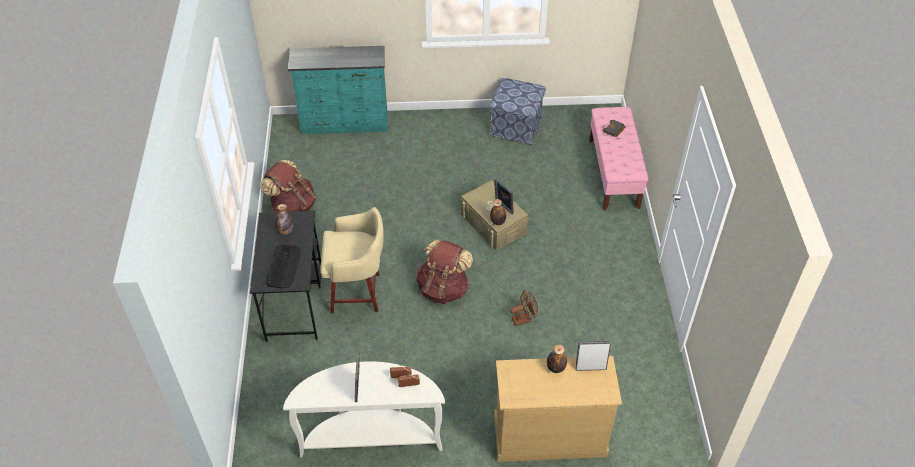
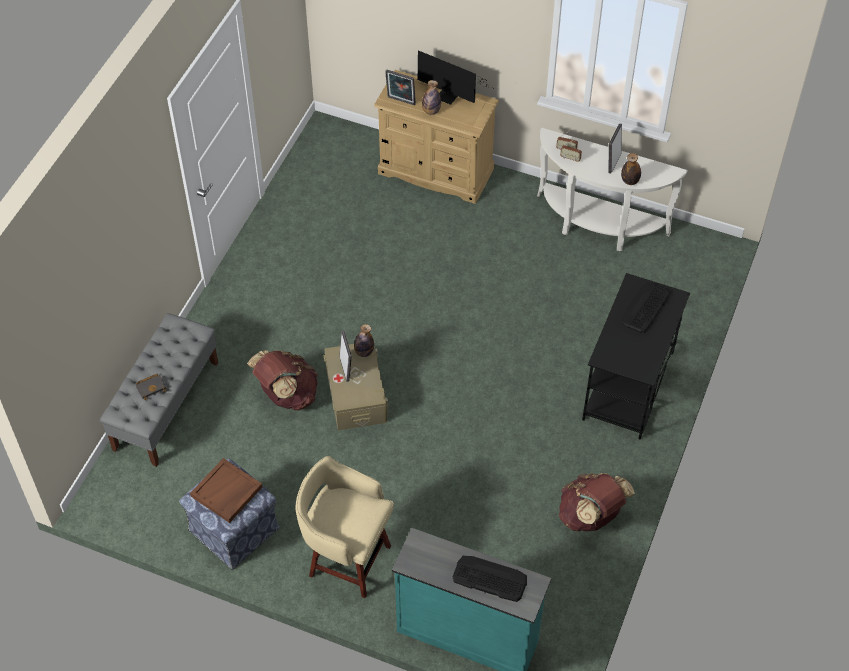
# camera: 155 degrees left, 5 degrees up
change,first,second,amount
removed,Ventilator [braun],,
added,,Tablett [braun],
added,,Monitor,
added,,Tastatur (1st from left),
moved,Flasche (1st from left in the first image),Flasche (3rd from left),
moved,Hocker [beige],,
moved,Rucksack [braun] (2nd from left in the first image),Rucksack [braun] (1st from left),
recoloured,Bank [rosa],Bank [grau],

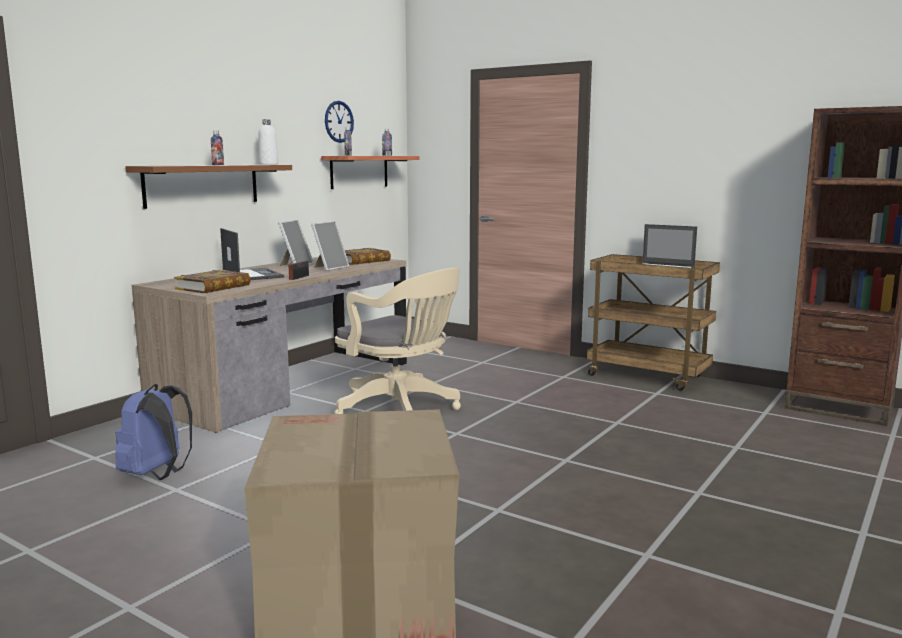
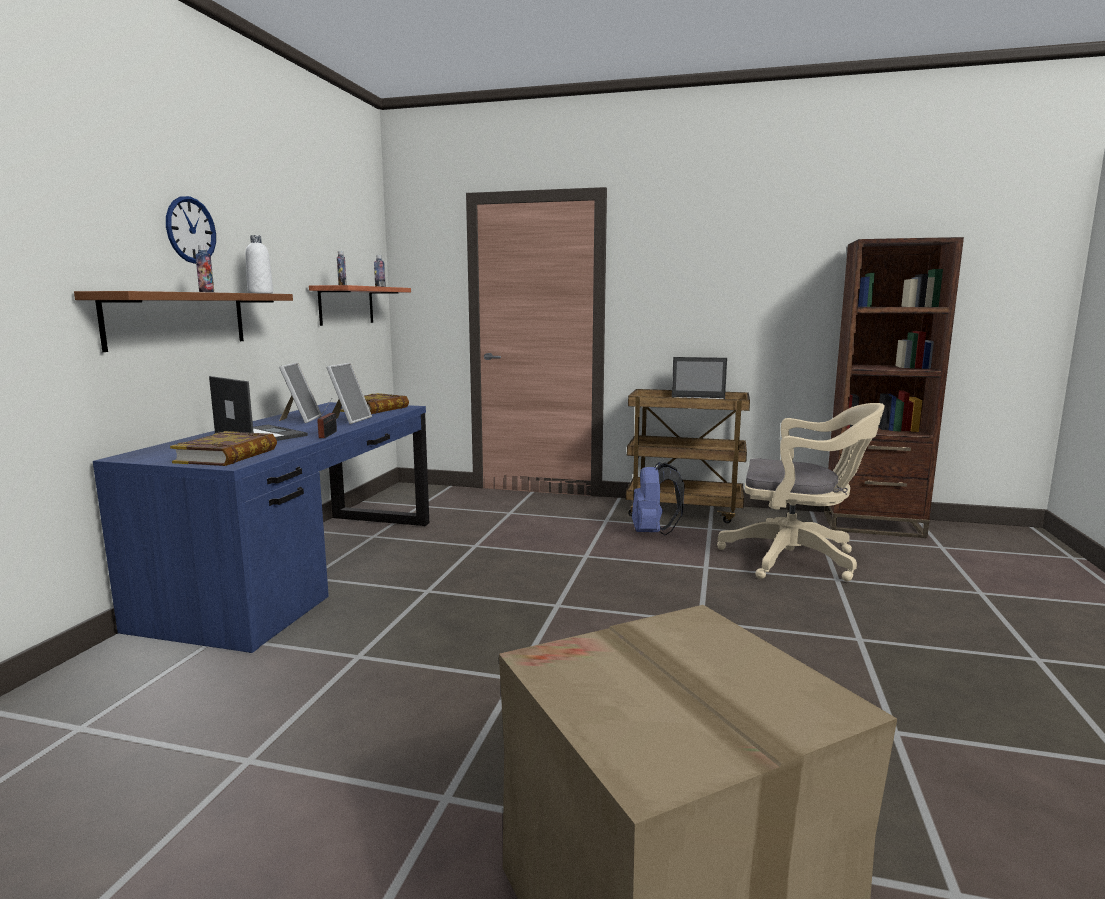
# camera: 20 degrees left, 0 degrees up
change,first,second,amount
moved,Rucksack [blau],,
moved,Wanduhr,,
moved,Bürostuhl [beige],,
recoloured,Schreibtisch [braun],Schreibtisch [blau],

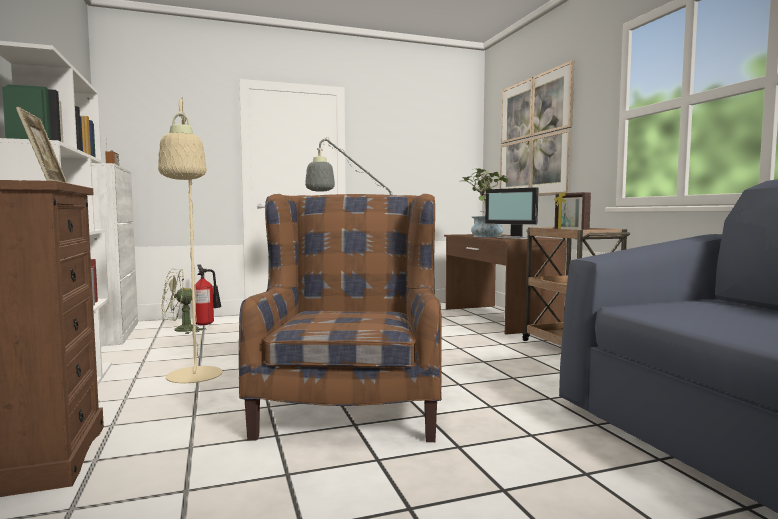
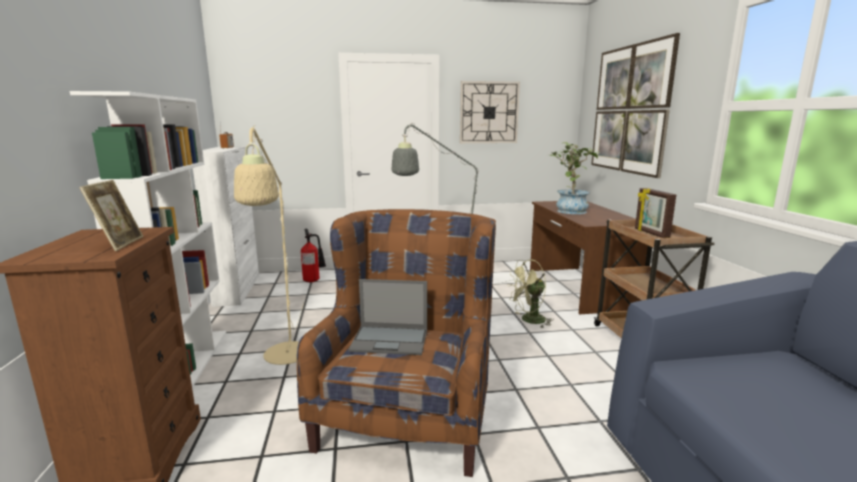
# camera: 10 degrees right, 10 degrees up
change,first,second,amount
removed,Monitor,,
added,,Laptop,
added,,Wanduhr,
moved,Ventilator [grün],,

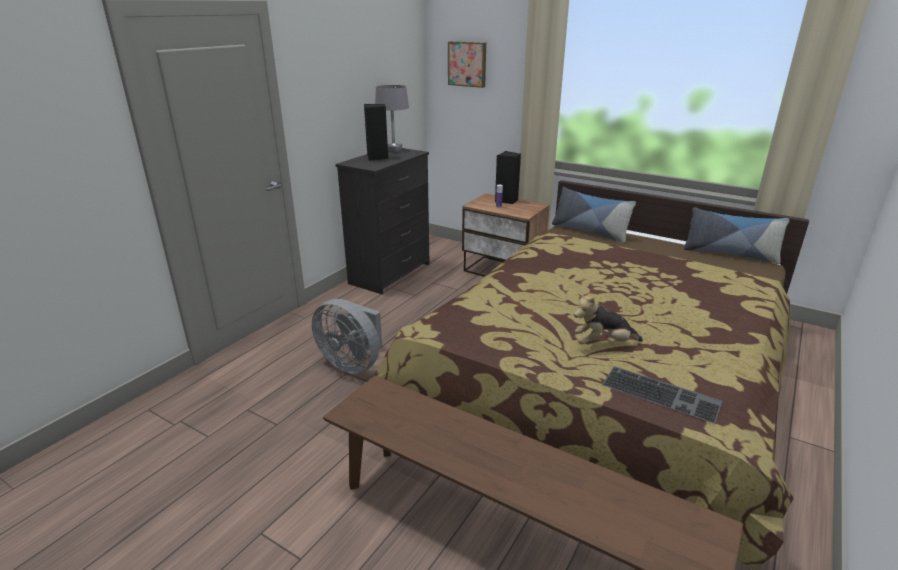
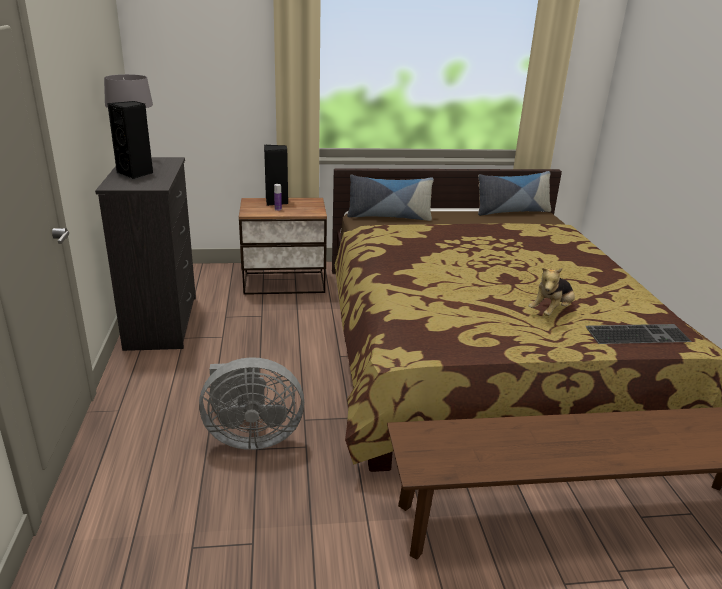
# camera: 40 degrees left, 0 degrees up
change,first,second,amount
removed,Bild,,

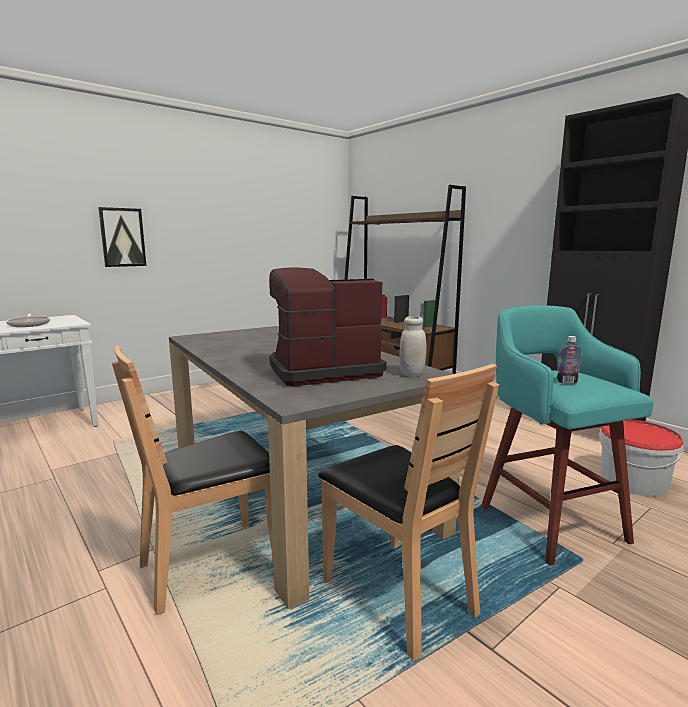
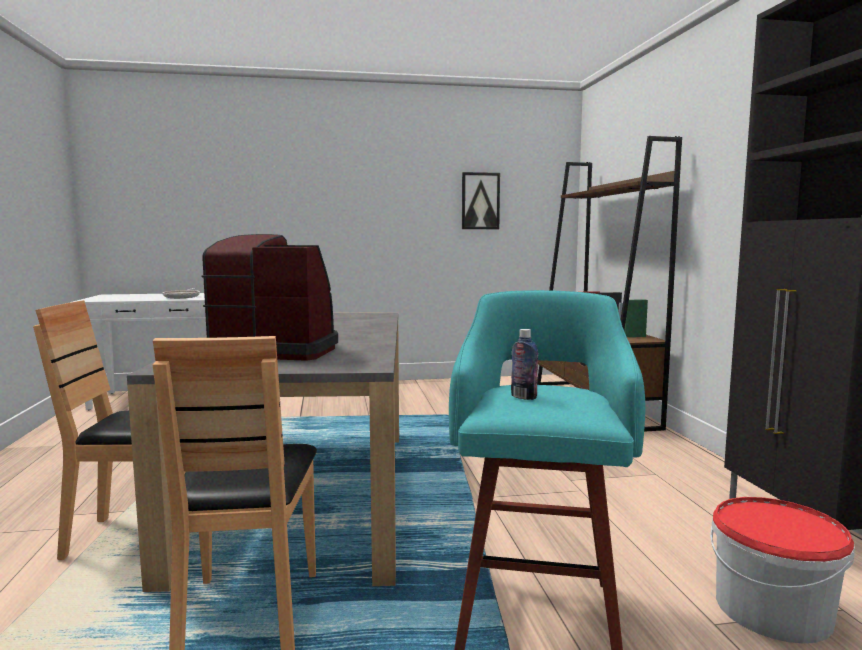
# camera: 30 degrees right, 5 degrees down
change,first,second,amount
removed,Vorratsglas [weiß],,
moved,Bild,,

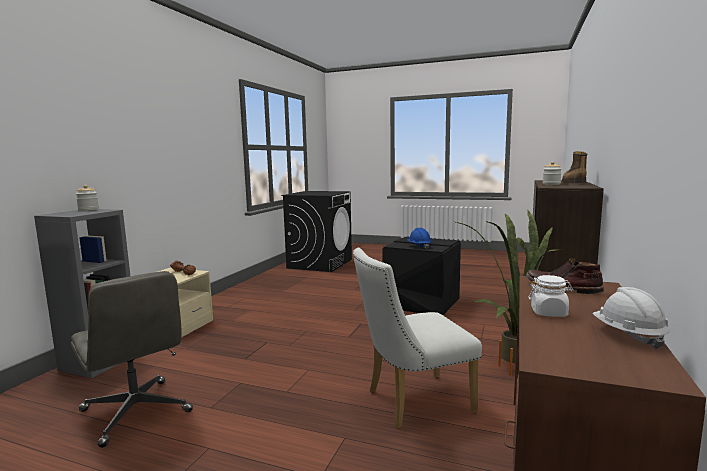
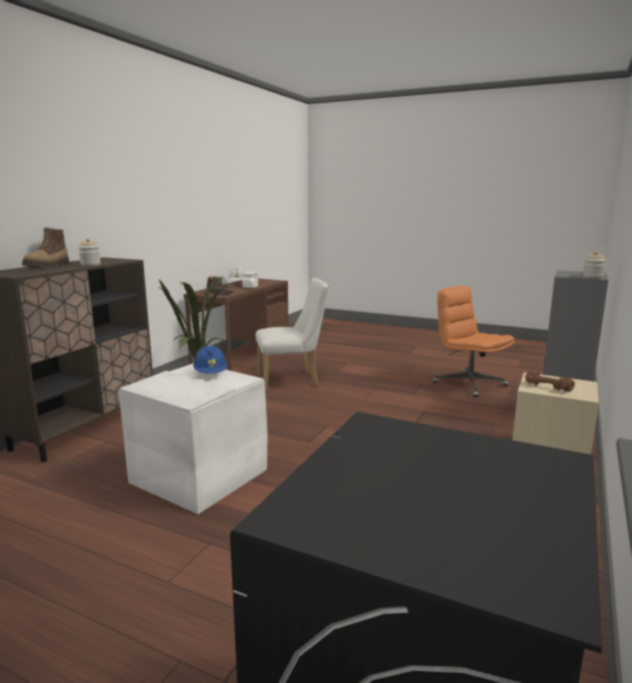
# camera: 175 degrees left, 5 degrees up
change,first,second,amount
recoloured,Bürostuhl [grau],Bürostuhl [orange],
recoloured,Aufbewahrungsbox [schwarz],Aufbewahrungsbox [weiß],

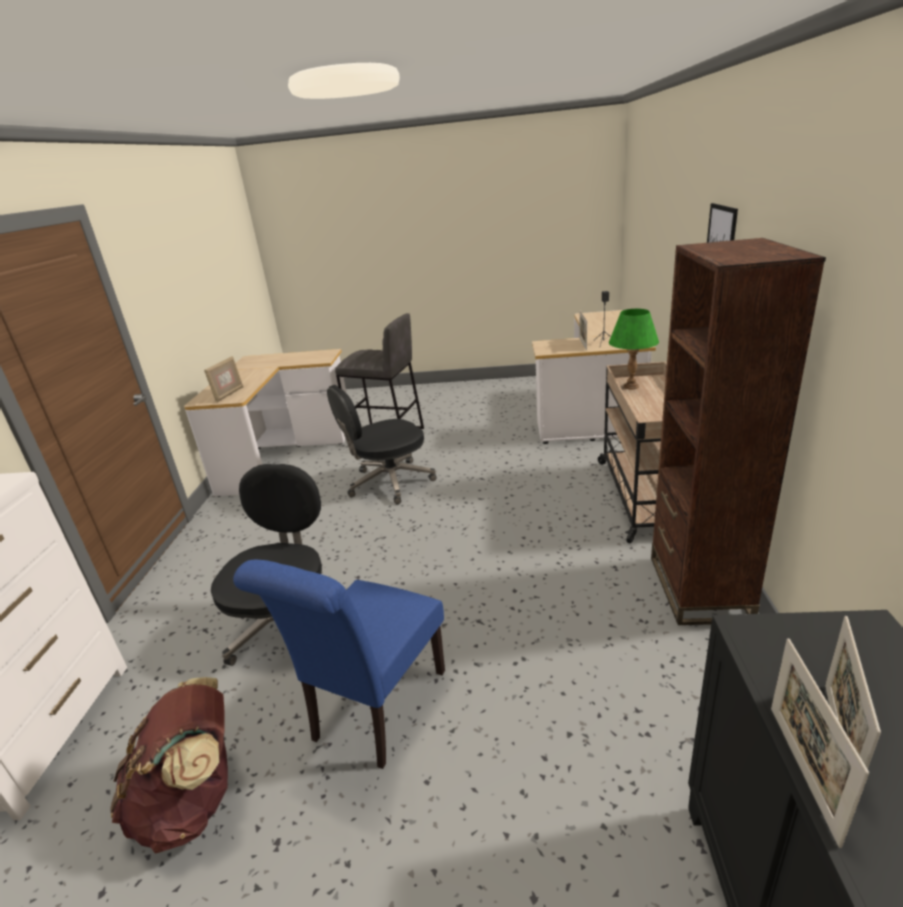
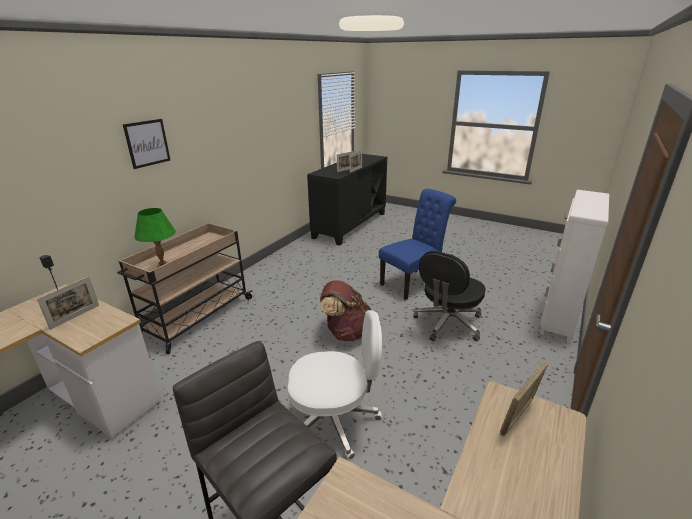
# camera: 155 degrees left, 0 degrees up
change,first,second,amount
removed,Bücherregal [braun],,
moved,Rucksack [braun],,
recoloured,Bürostuhl [schwarz] (2nd from left),Bürostuhl [weiß],

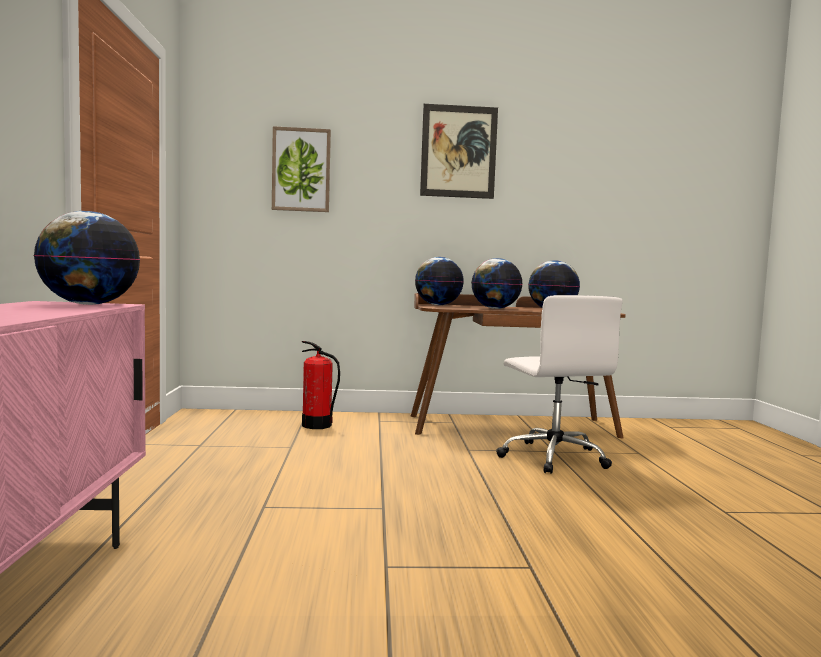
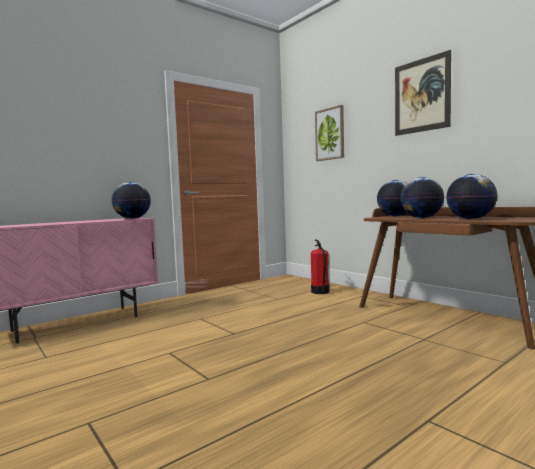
# camera: 55 degrees right, 0 degrees up
change,first,second,amount
removed,Bürostuhl [weiß],,

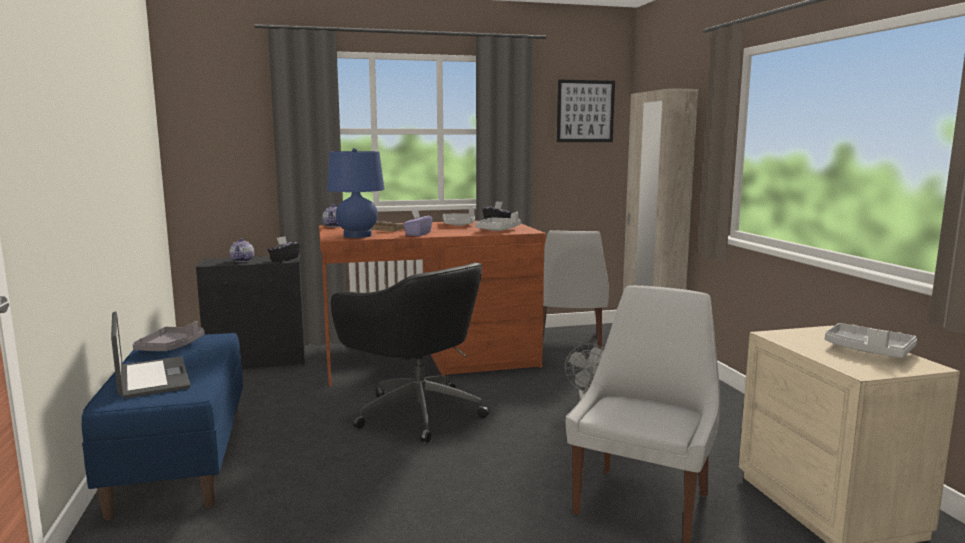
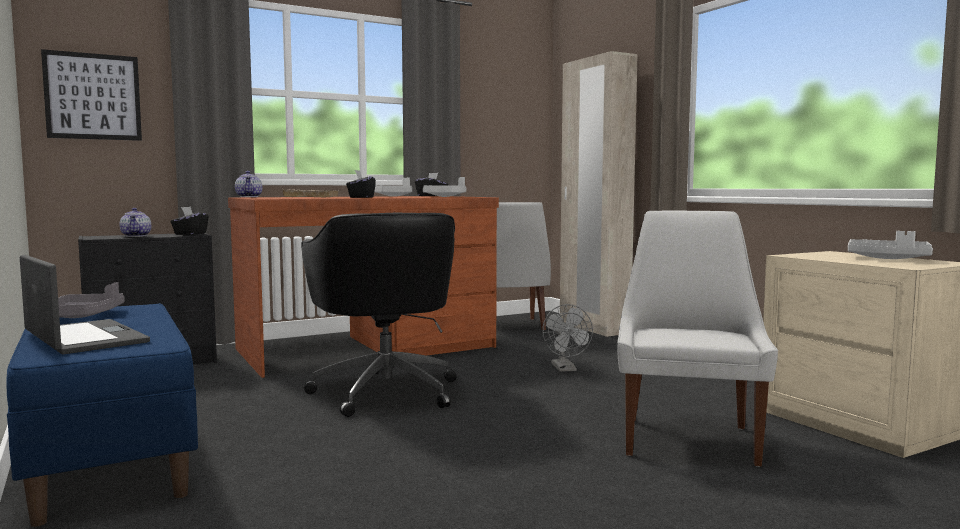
# camera: 15 degrees left, 5 degrees down
change,first,second,amount
removed,Tischlampe [blau],,
moved,Bild,,
recoloured,Taschentuchbox [lila],Taschentuchbox [schwarz] (2nd from left),
turned,Bürostuhl [schwarz],,45 degrees clockwise

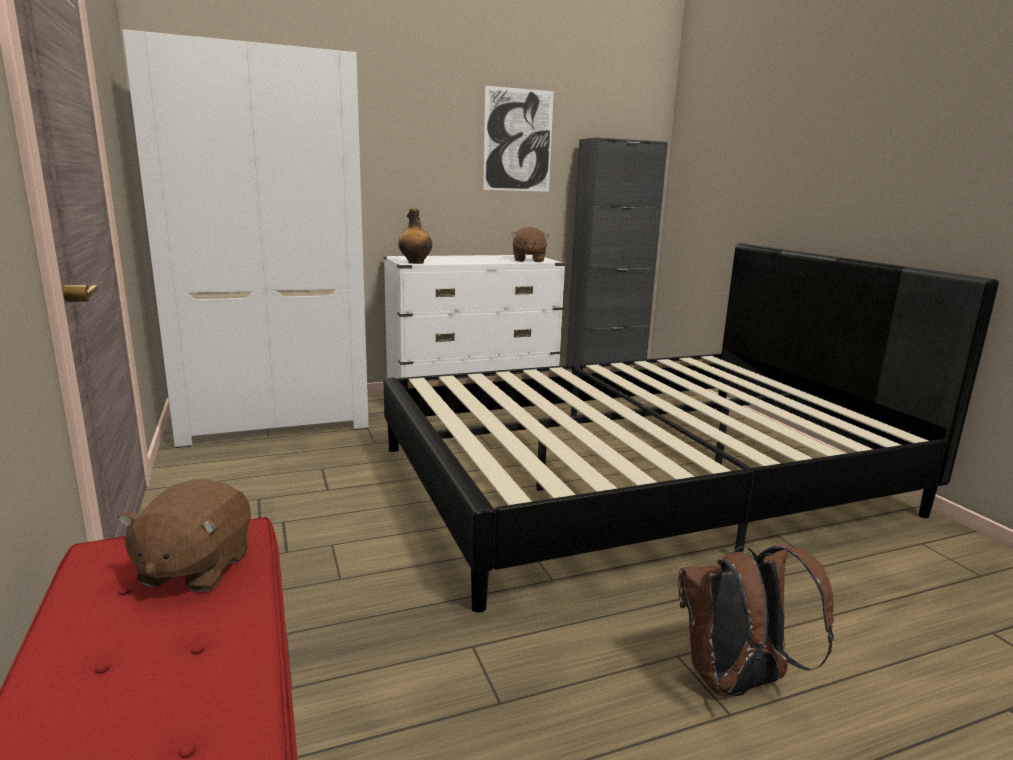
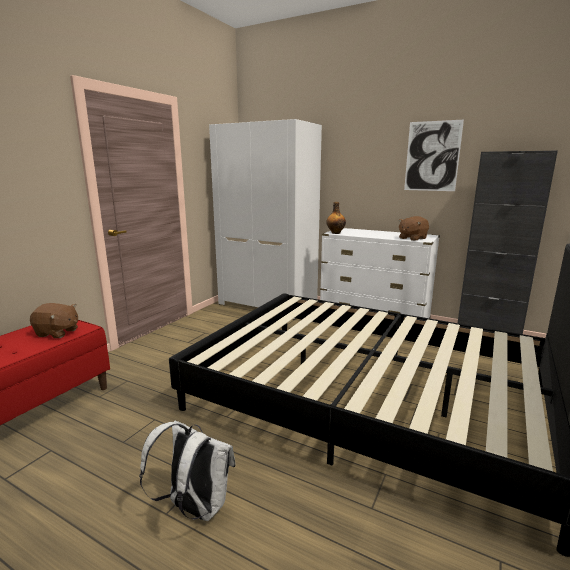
# camera: 50 degrees right, 0 degrees up
change,first,second,amount
recoloured,Rucksack [braun],Rucksack [weiß],
turned,Plüschtier [braun] (1st from left),,135 degrees counterclockwise

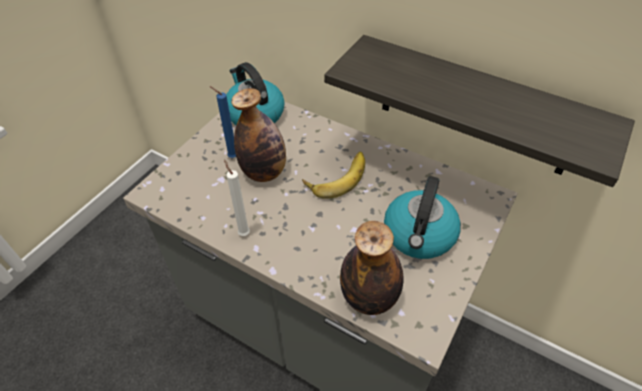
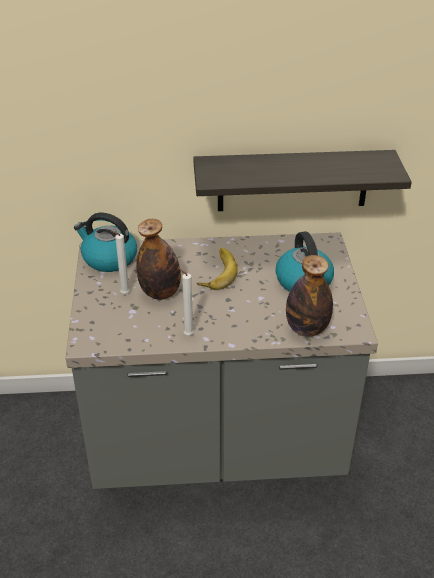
# camera: 35 degrees left, 10 degrees down
change,first,second,amount
recoloured,Kerze [blau],Kerze [weiß] (1st from left),

